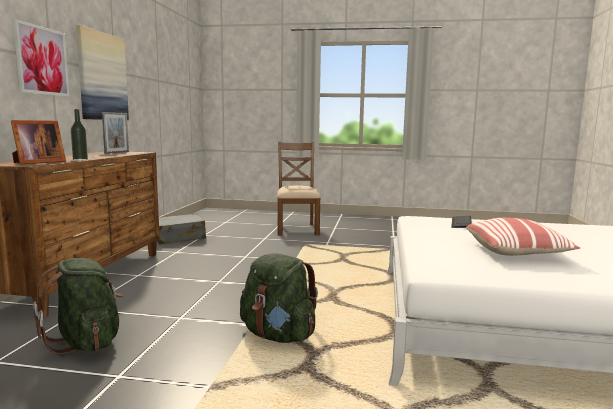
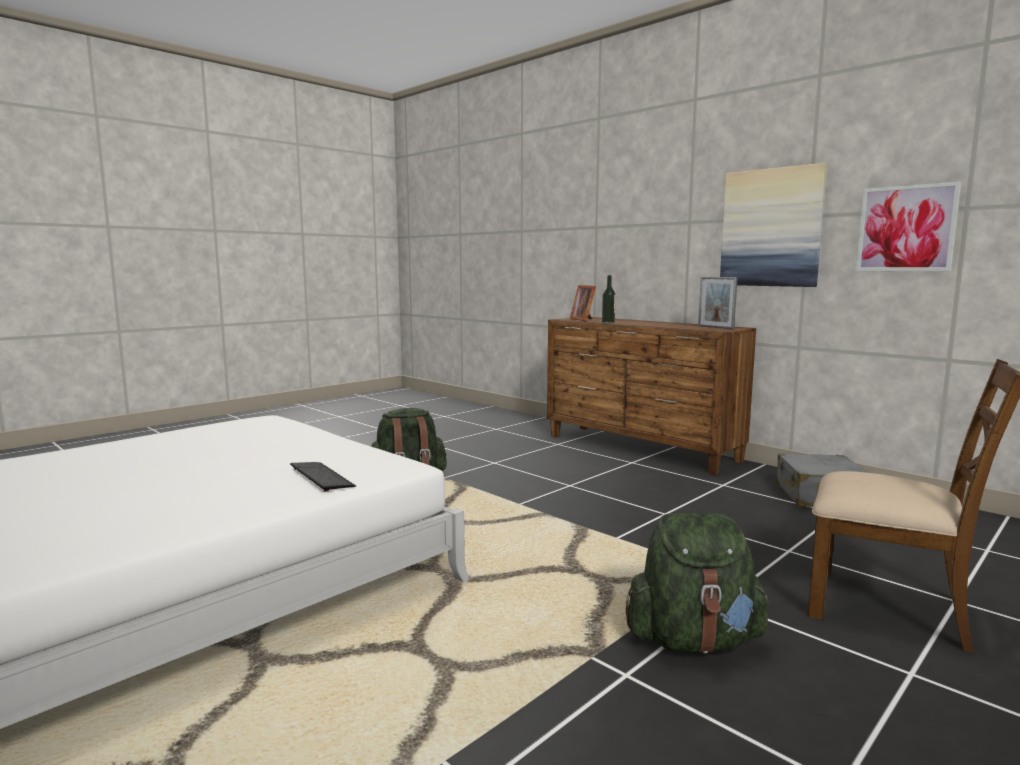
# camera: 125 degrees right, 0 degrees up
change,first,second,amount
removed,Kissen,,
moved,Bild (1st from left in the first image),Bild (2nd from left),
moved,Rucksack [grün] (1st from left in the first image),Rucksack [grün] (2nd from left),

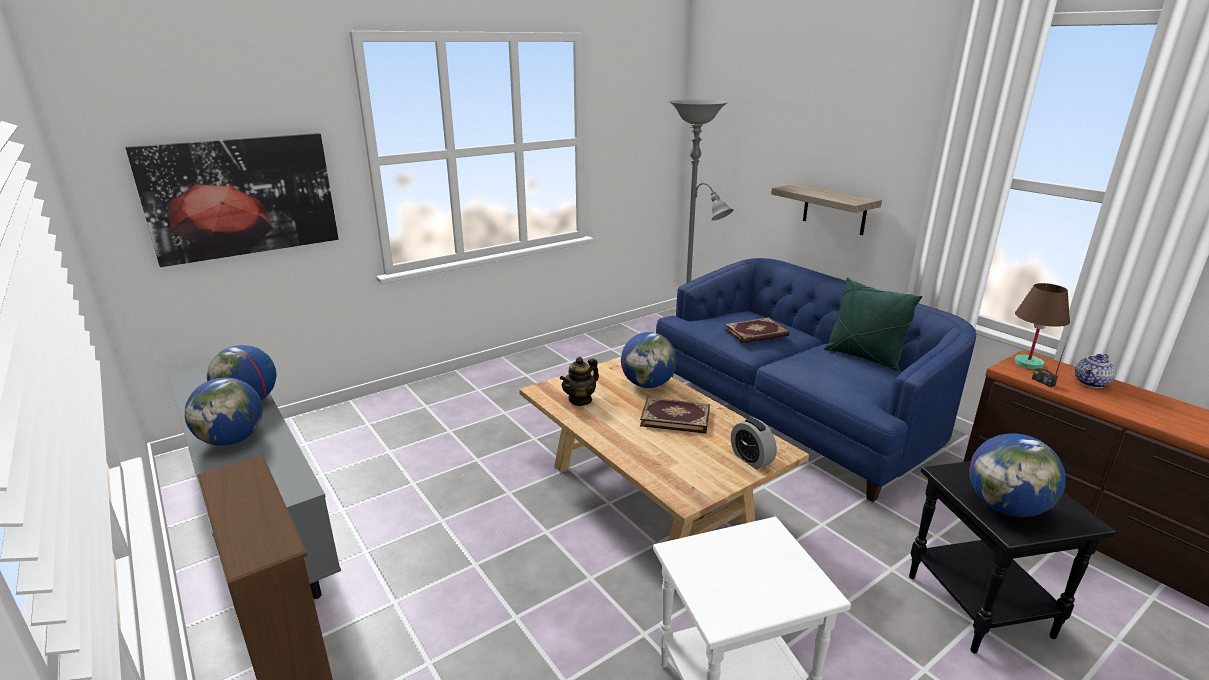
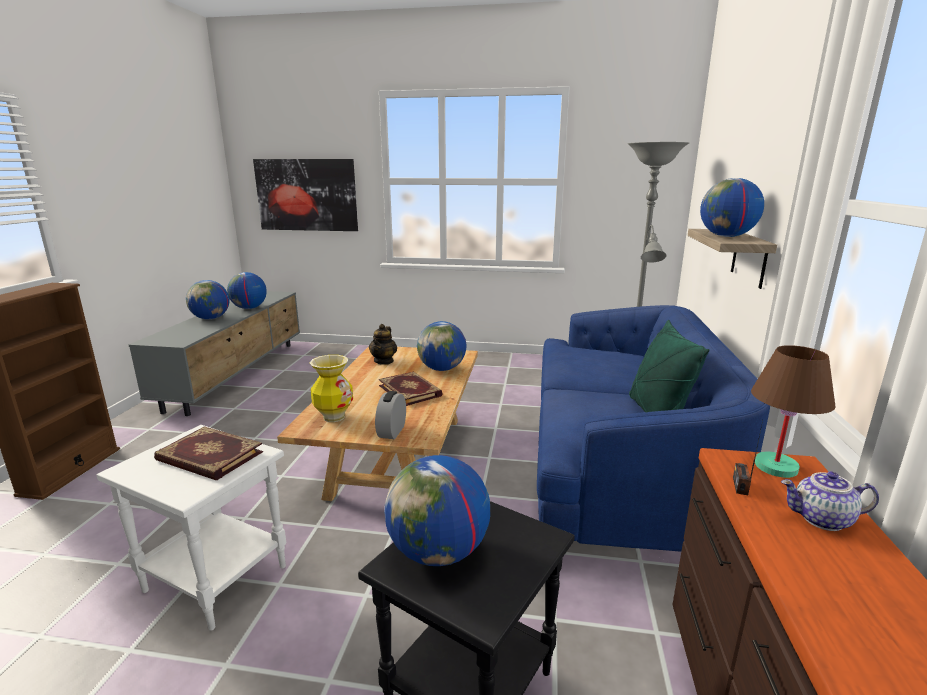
# camera: 45 degrees right, 5 degrees down
change,first,second,amount
added,,Vase,
added,,Globus (5th from left),
moved,Buch (2nd from left in the first image),Buch (1st from left),
turned,Teekanne (1st from left),,75 degrees counterclockwise

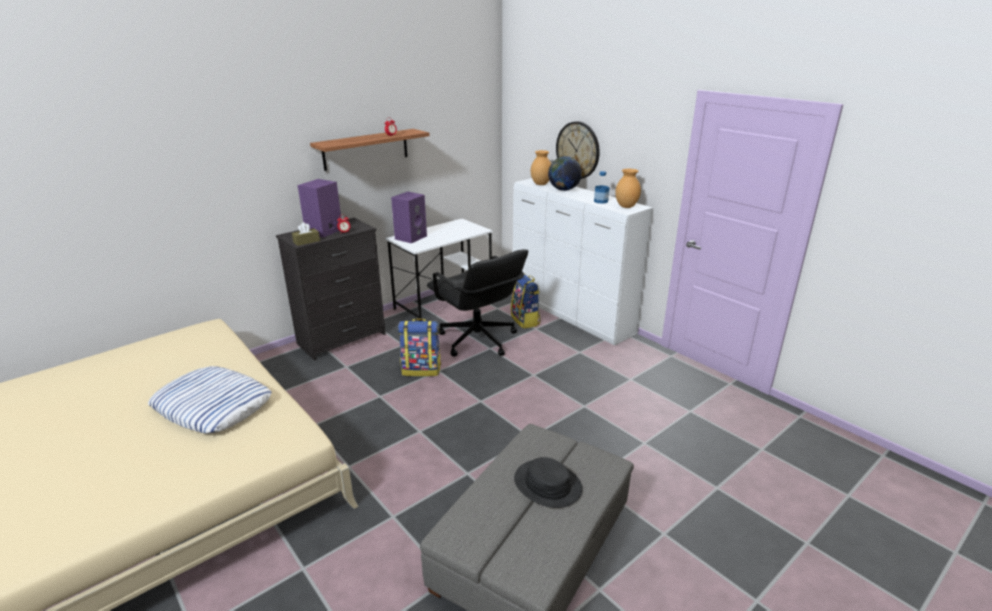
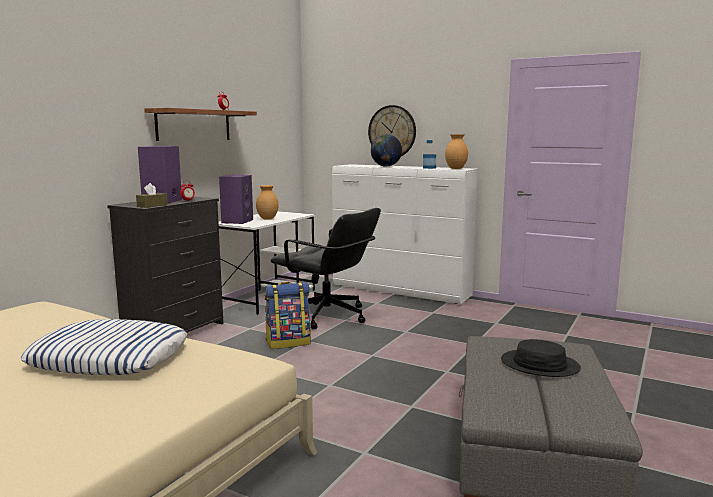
# camera: 20 degrees left, 15 degrees down
change,first,second,amount
removed,Rucksack (2nd from left),,
moved,Vase [braun] (1st from left),,

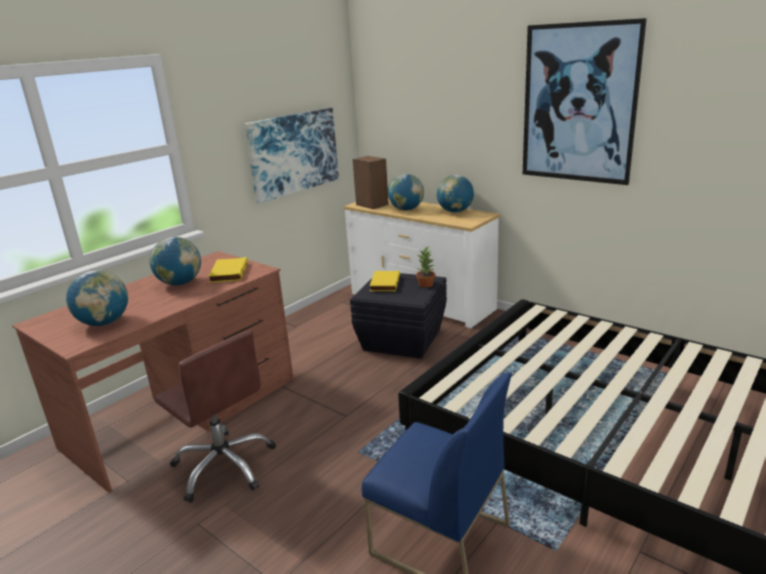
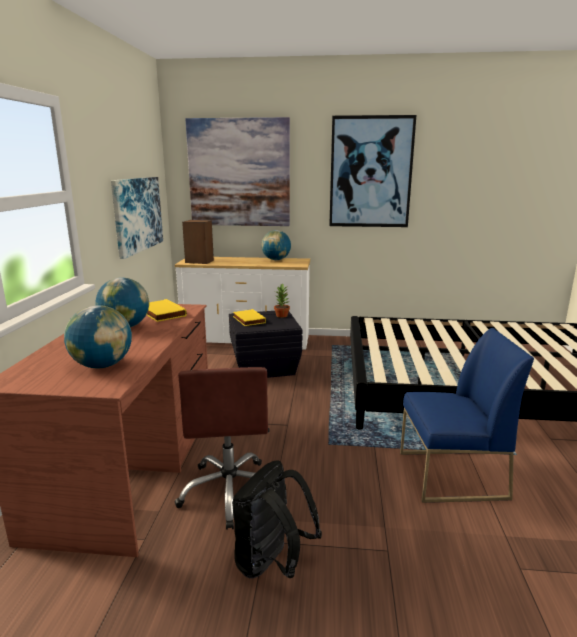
# camera: 35 degrees left, 5 degrees down
change,first,second,amount
removed,Globus (3rd from left),,
added,,Bild (2nd from left),
added,,Rucksack [schwarz],
turned,Bürostuhl [braun],,75 degrees clockwise

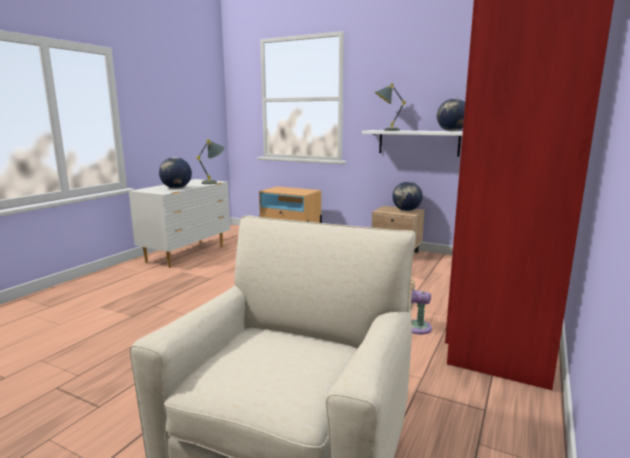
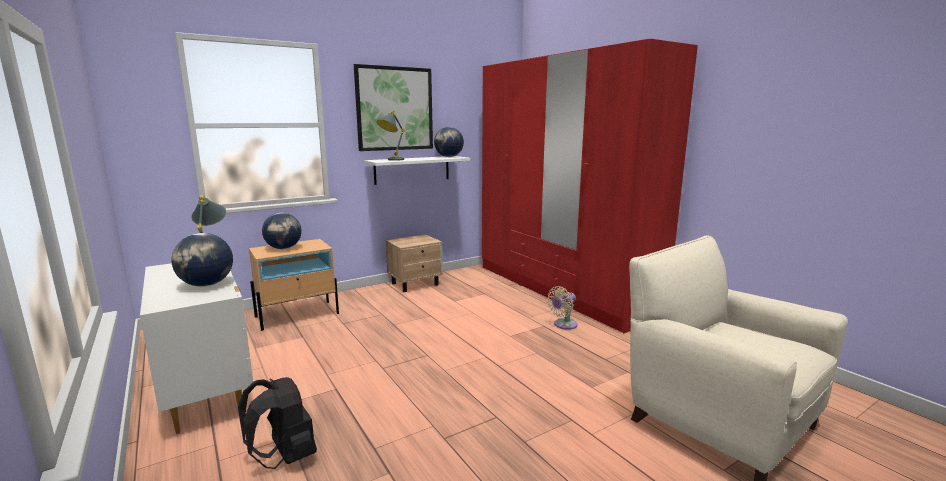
# camera: 60 degrees left, 0 degrees up
change,first,second,amount
added,,Rucksack [schwarz],
added,,Bild,
moved,Globus (2nd from left),,

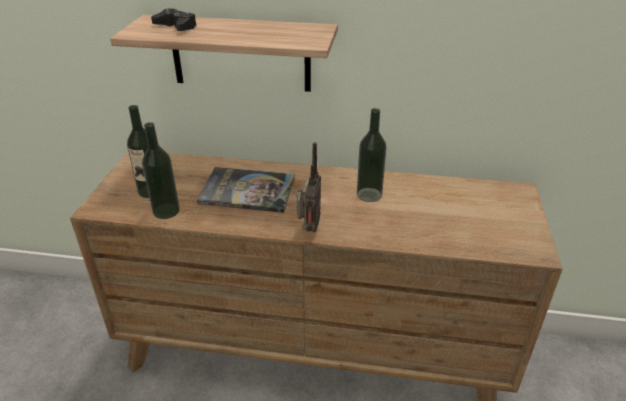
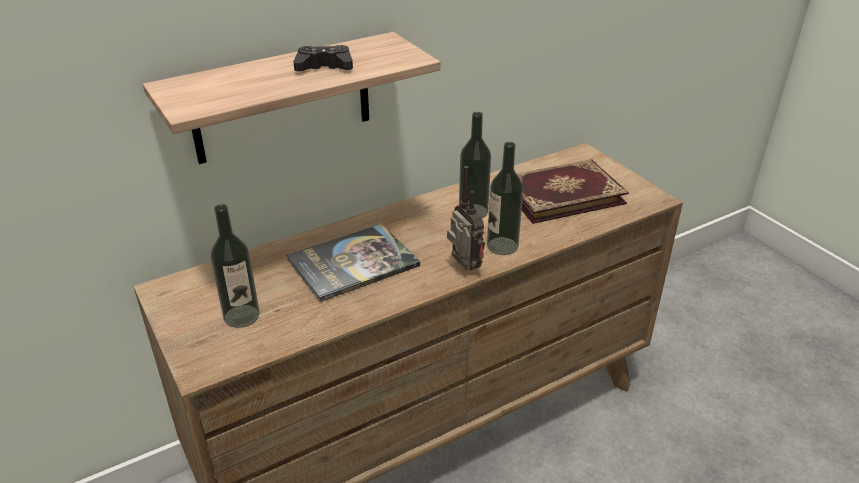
# camera: 40 degrees left, 0 degrees up
change,first,second,amount
added,,Buch (2nd from left),
moved,Flasche (2nd from left in the first image),Flasche (3rd from left),
moved,Gamepad [schwarz],,

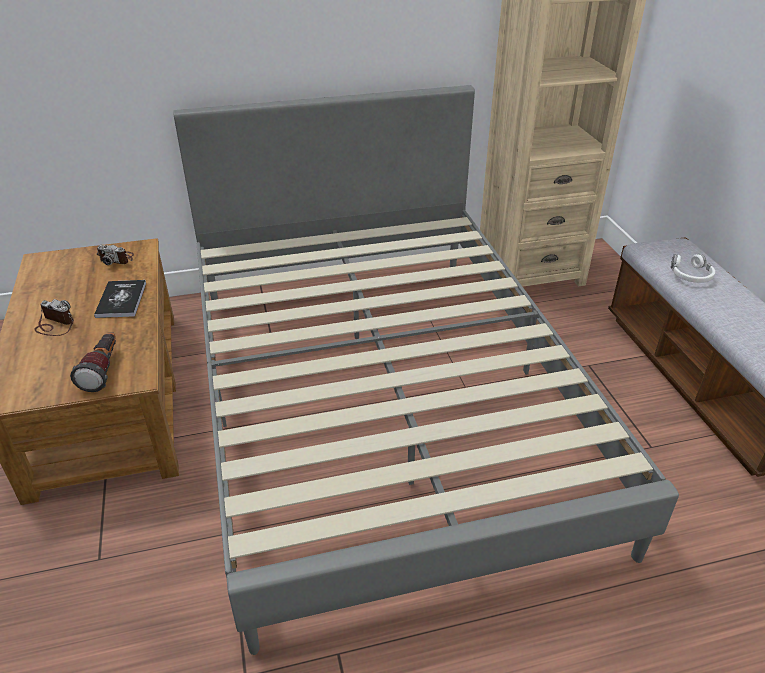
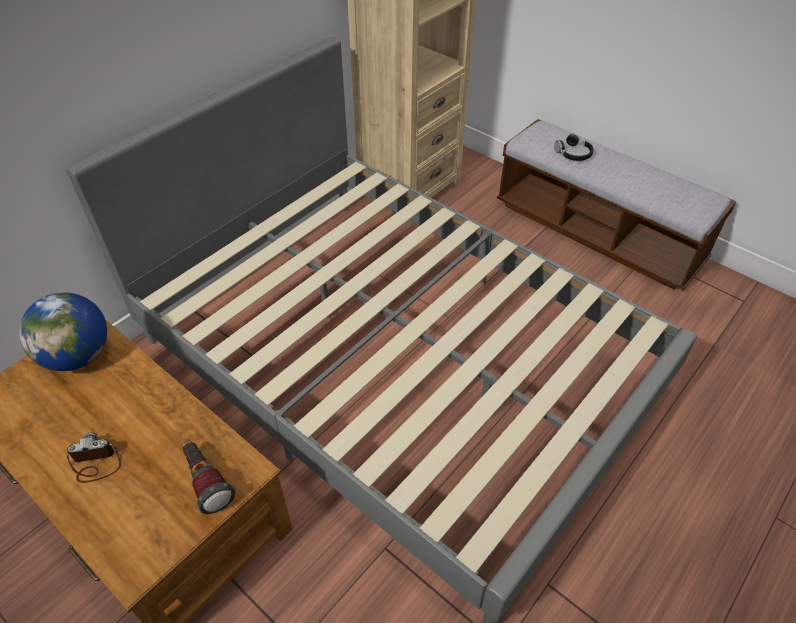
# camera: 35 degrees left, 10 degrees up
change,first,second,amount
removed,Buch,,
replaced,Kamera (2nd from left),Globus,
recoloured,Kopfhörer [weiß],Kopfhörer [schwarz],

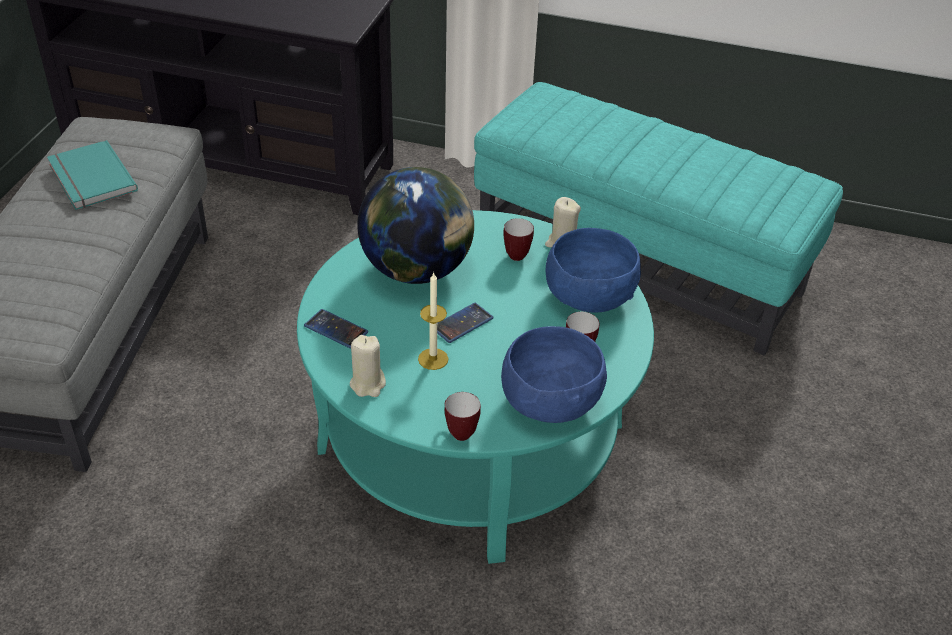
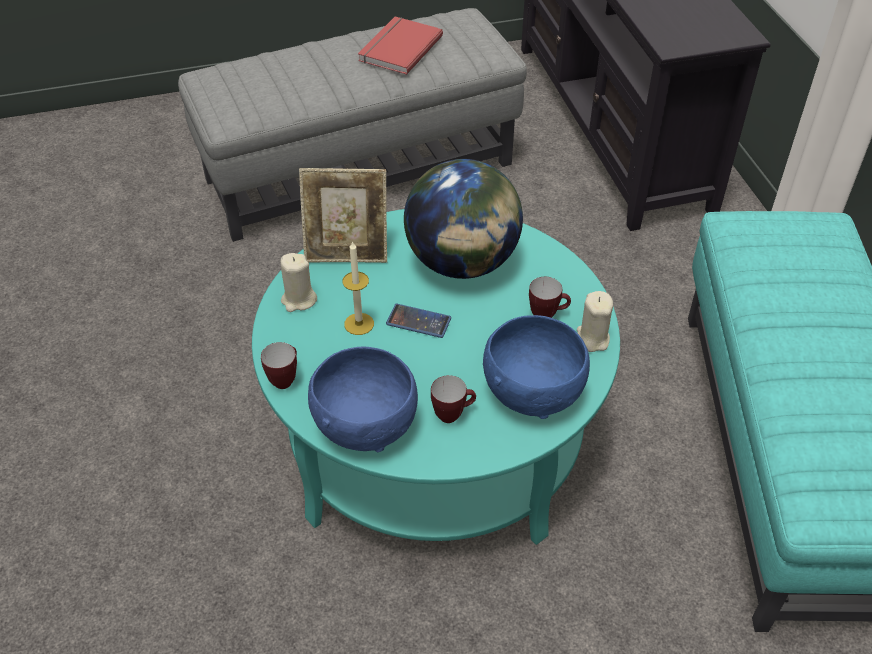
# camera: 60 degrees right, 5 degrees up
change,first,second,amount
replaced,Handy (1st from left),Bilderrahmen,
recoloured,Buch [türkis],Buch [rot],

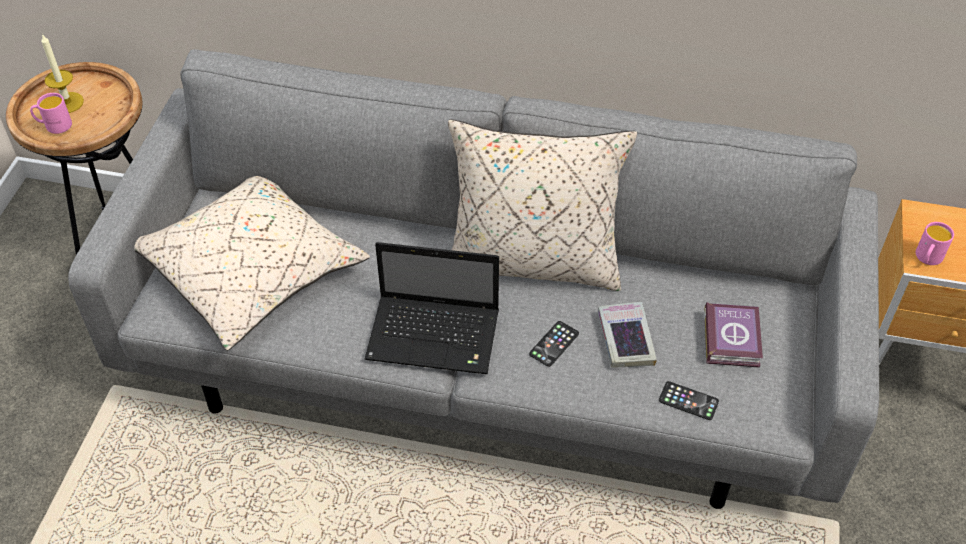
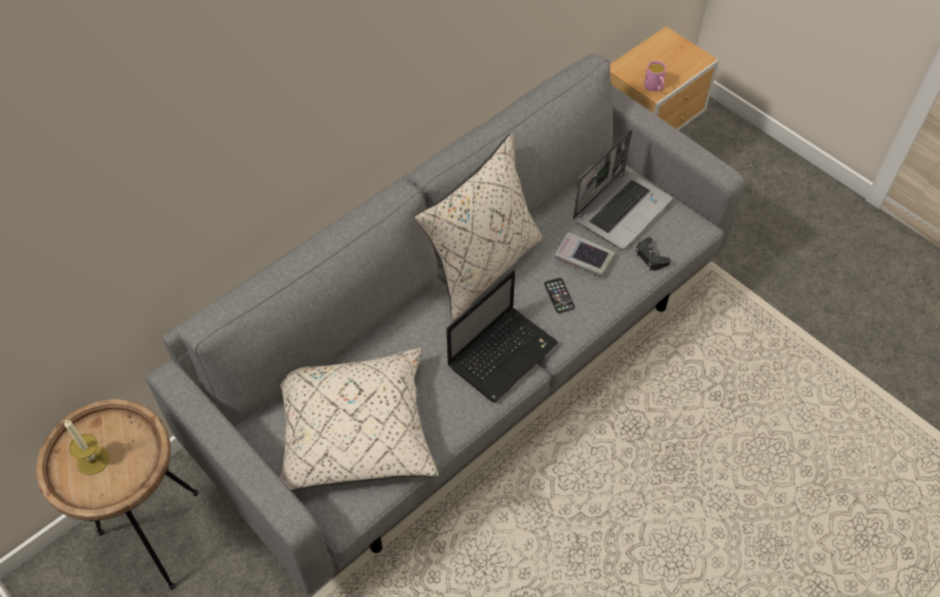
# camera: 55 degrees left, 5 degrees up
change,first,second,amount
removed,Henkelbecher [rosa] (1st from left),,
replaced,Handy (2nd from left),Gamepad [schwarz],
replaced,Buch (2nd from left),Laptop (2nd from left),

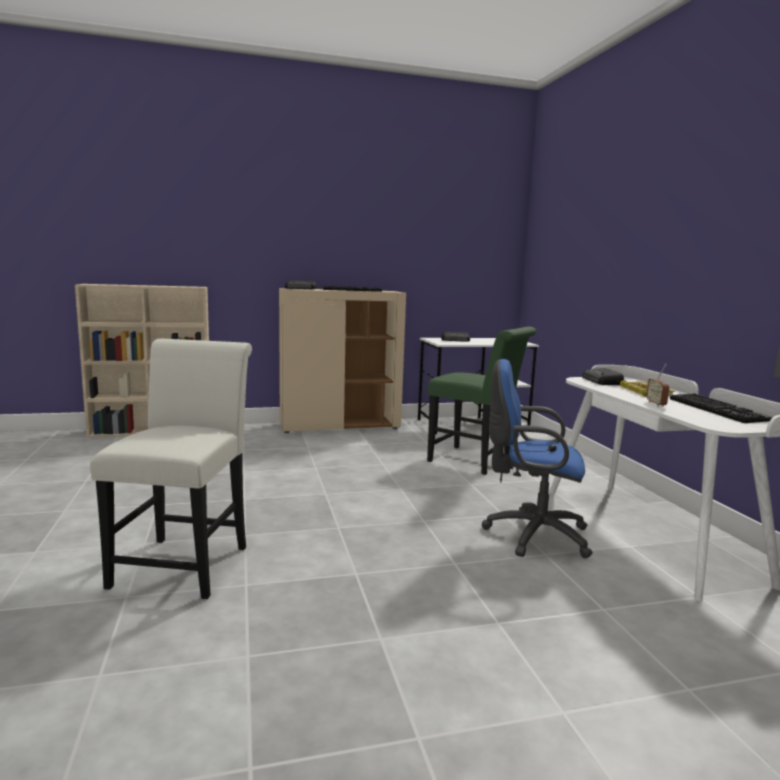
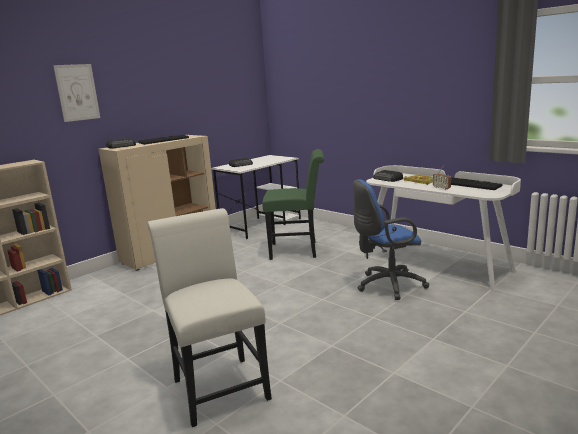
# camera: 30 degrees left, 5 degrees up
change,first,second,amount
added,,Bild,

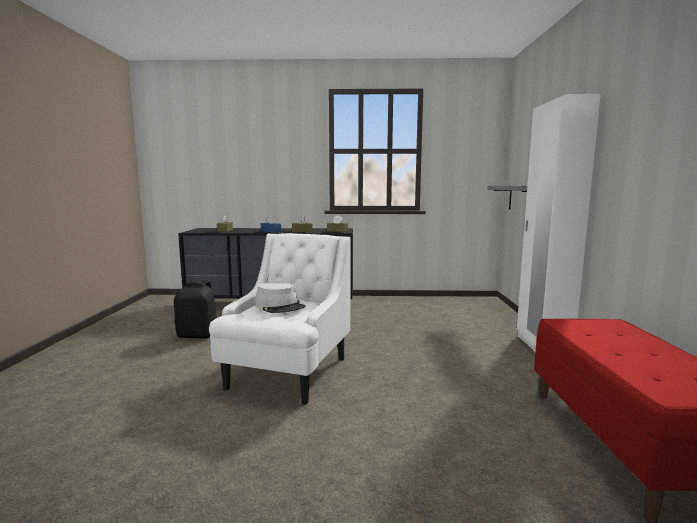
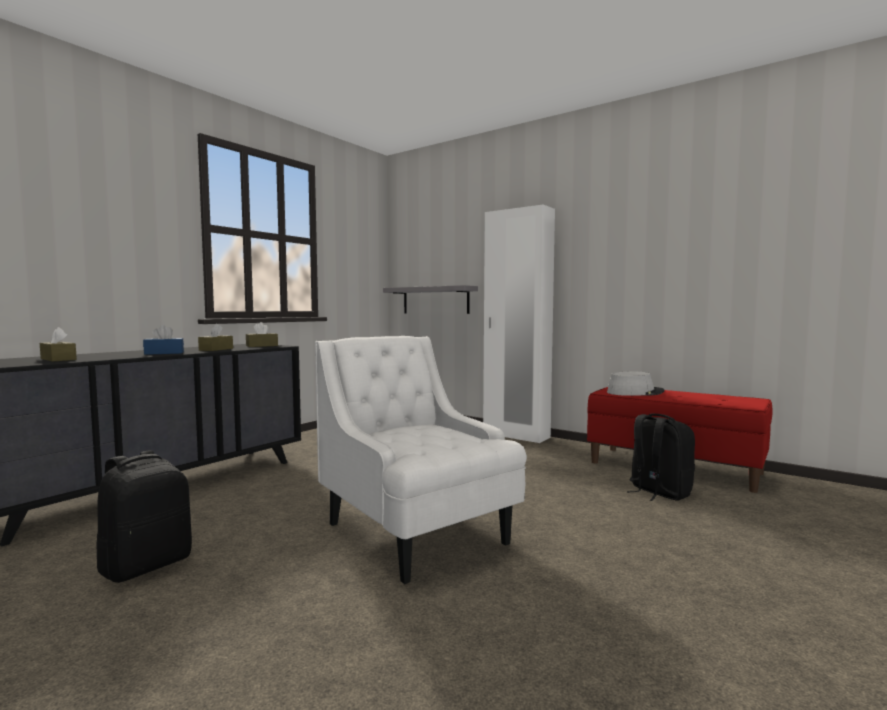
# camera: 55 degrees left, 5 degrees down
change,first,second,amount
added,,Rucksack [schwarz] (2nd from left),
moved,Hut [grau],,

